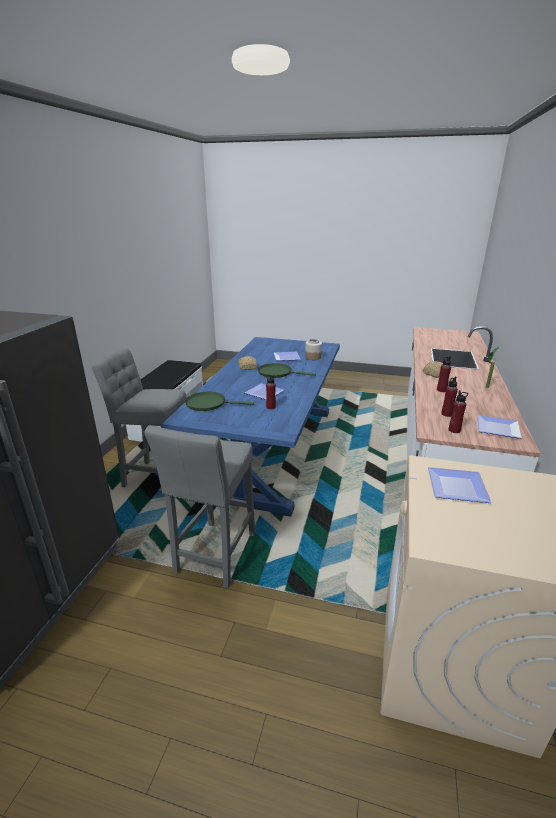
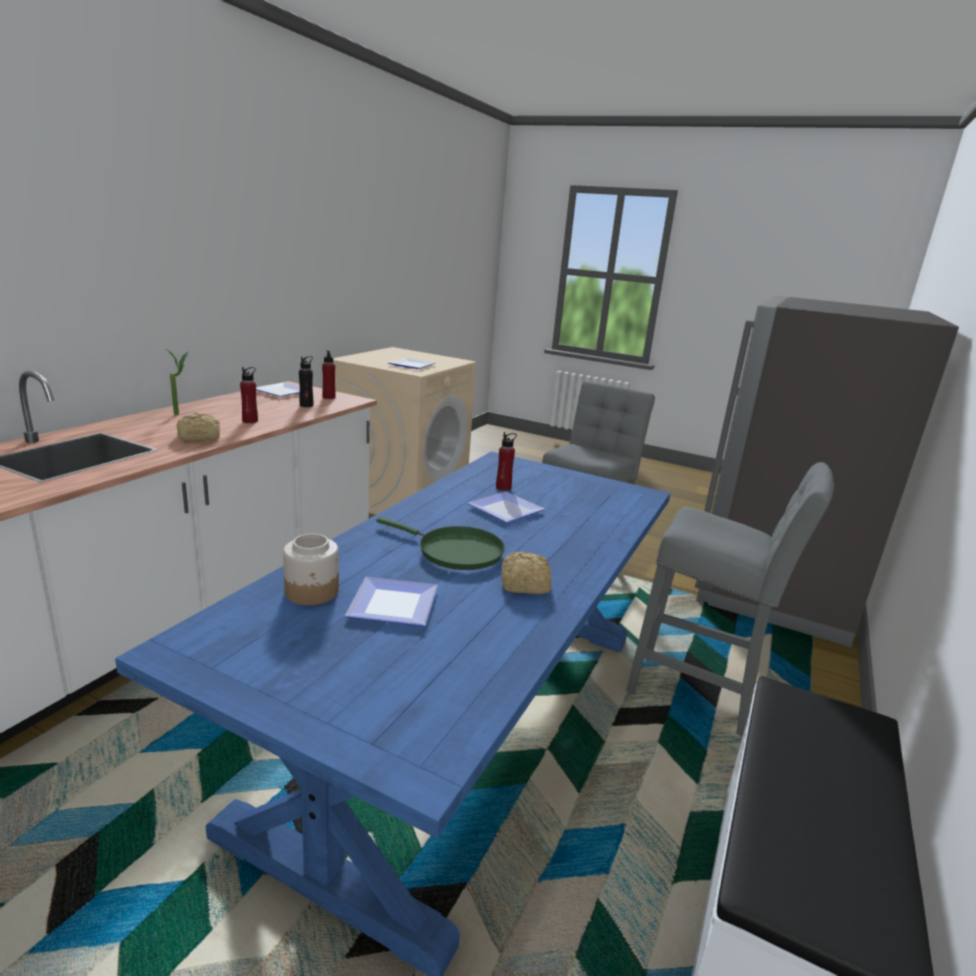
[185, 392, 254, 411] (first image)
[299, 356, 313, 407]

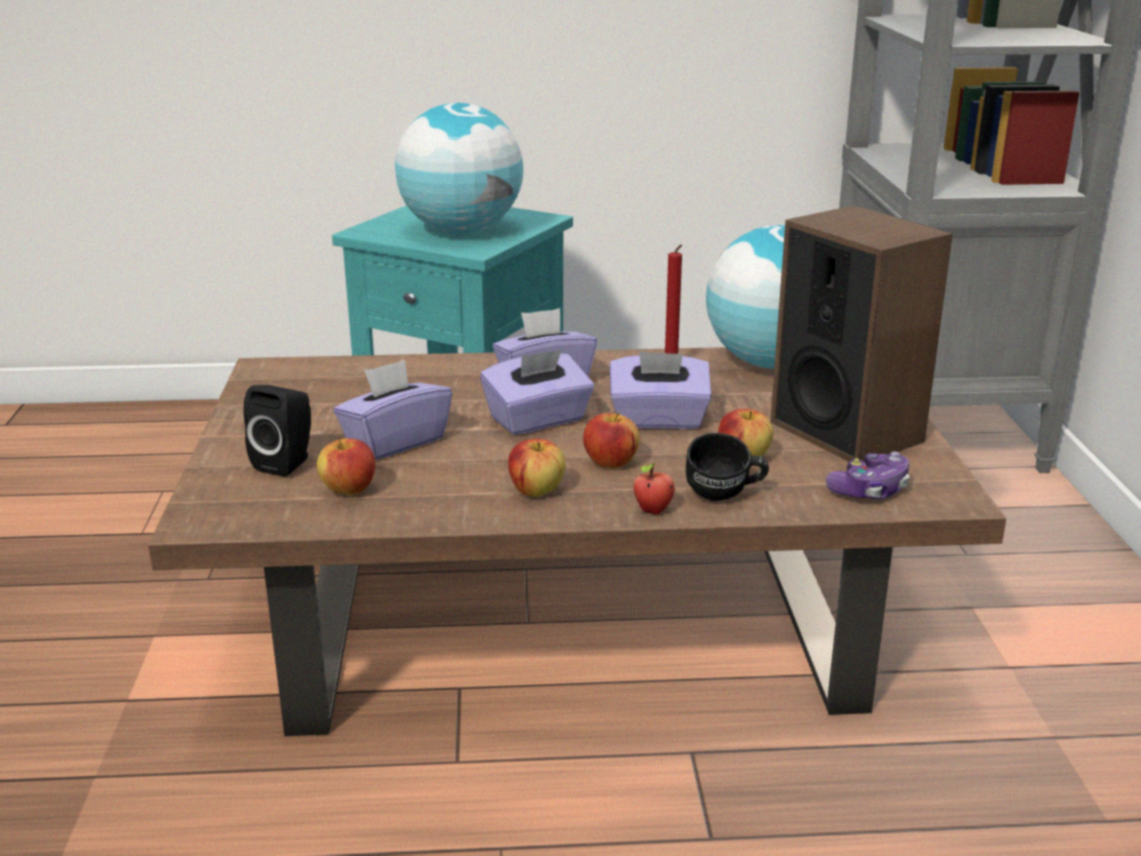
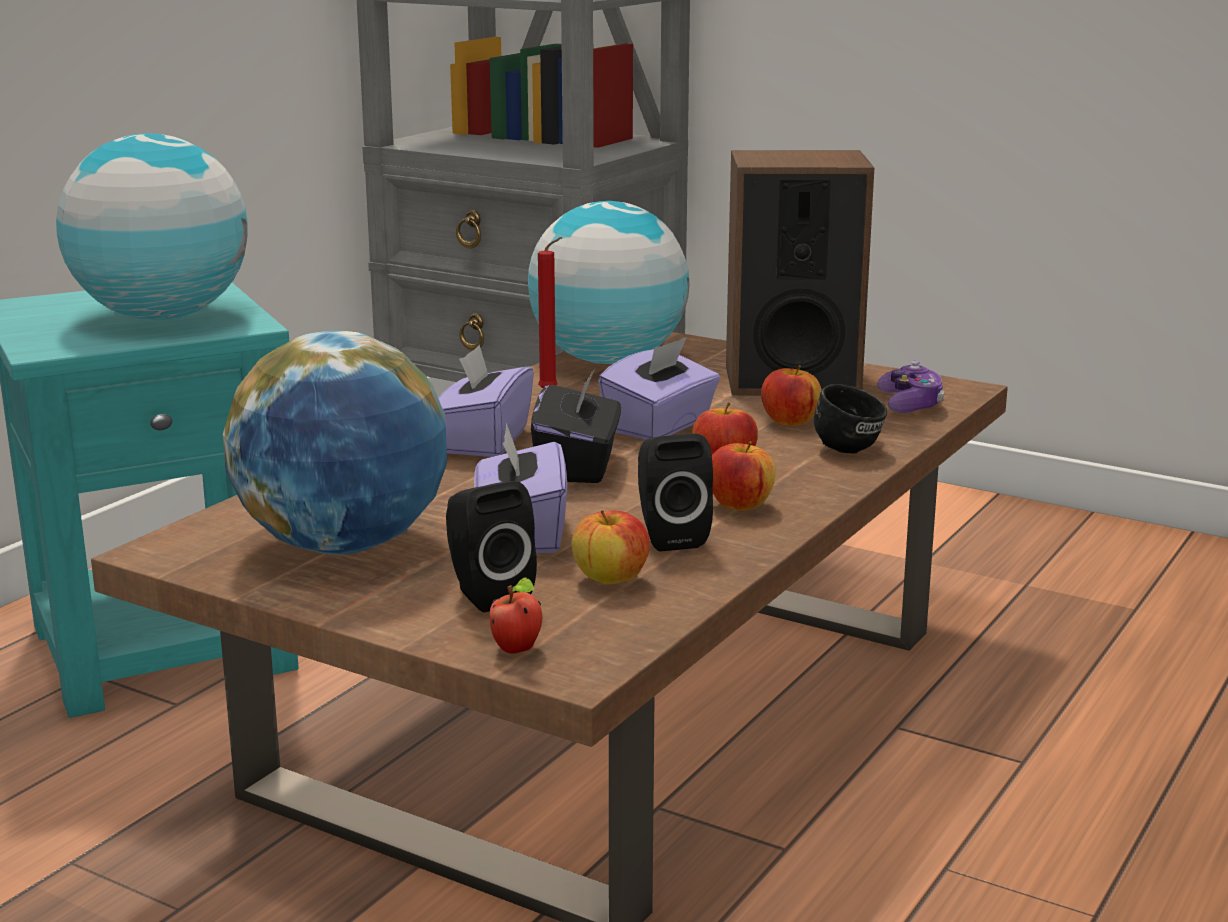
[531, 369, 621, 483]
[490, 577, 542, 654]
[223, 331, 447, 555]
[638, 434, 713, 552]

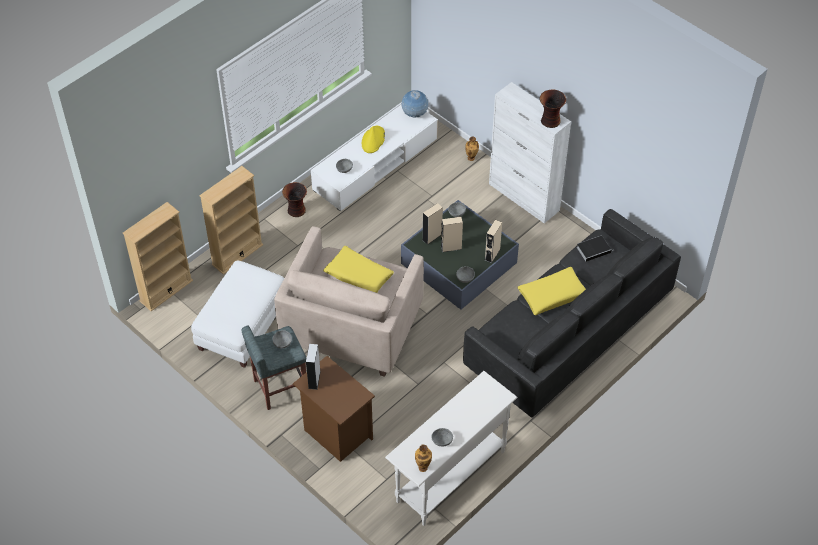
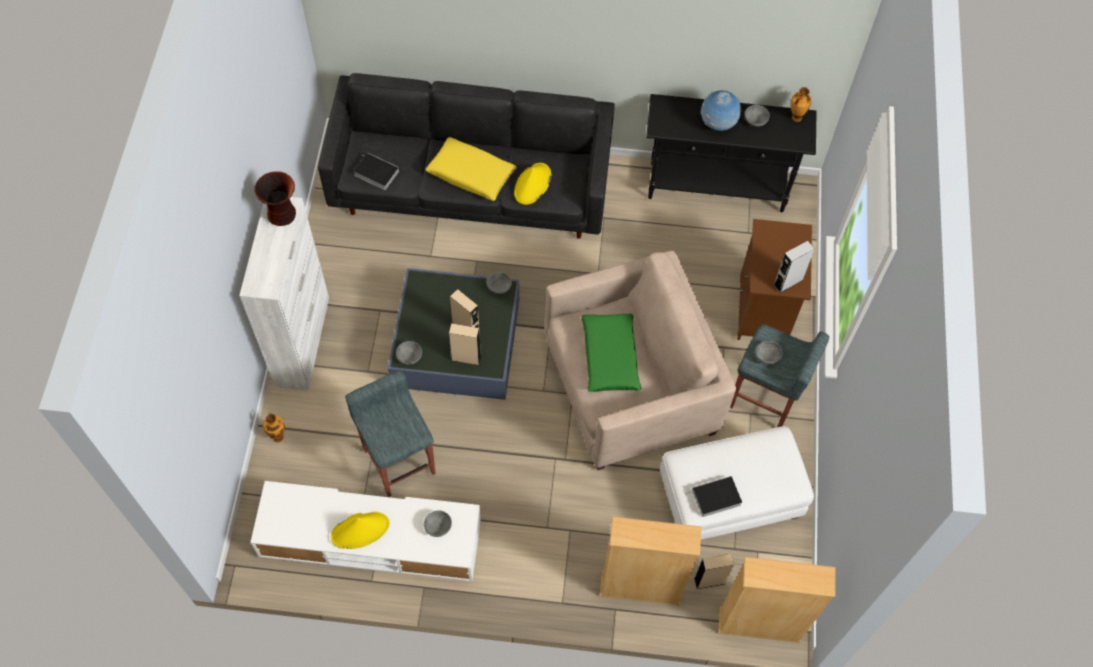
[282, 182, 307, 217] (first image)
[581, 313, 641, 392]
[646, 94, 816, 213]
[701, 90, 742, 131]
[694, 554, 734, 589]
[345, 370, 436, 497]
[514, 163, 551, 205]
[685, 476, 742, 517]

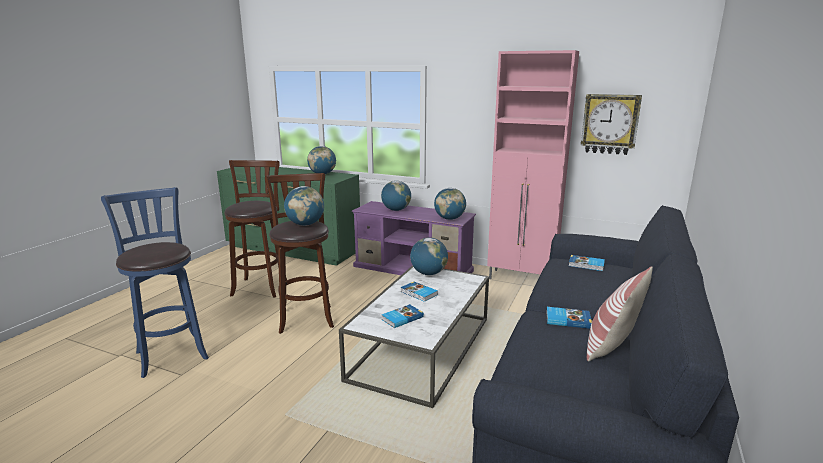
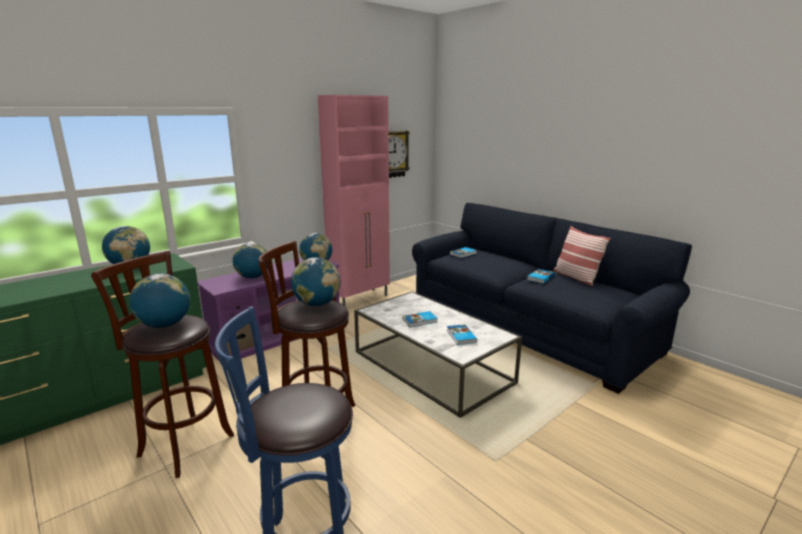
[129, 273, 190, 328]

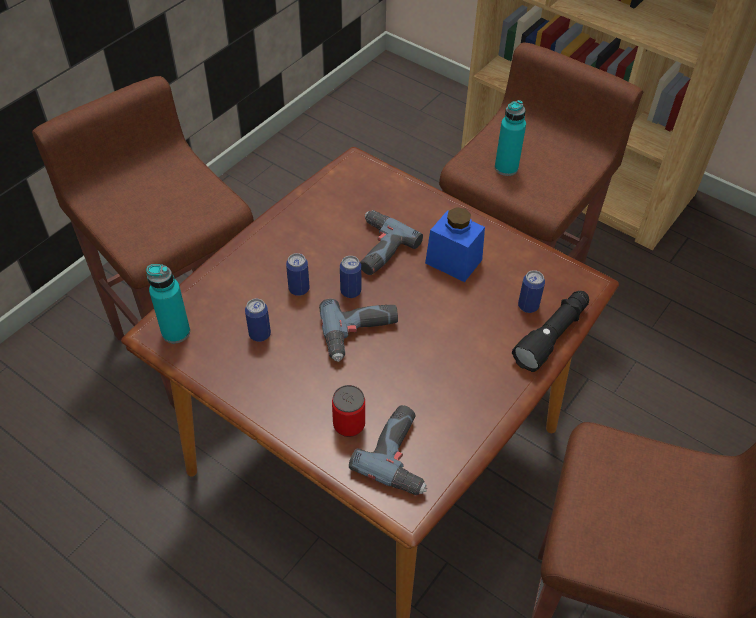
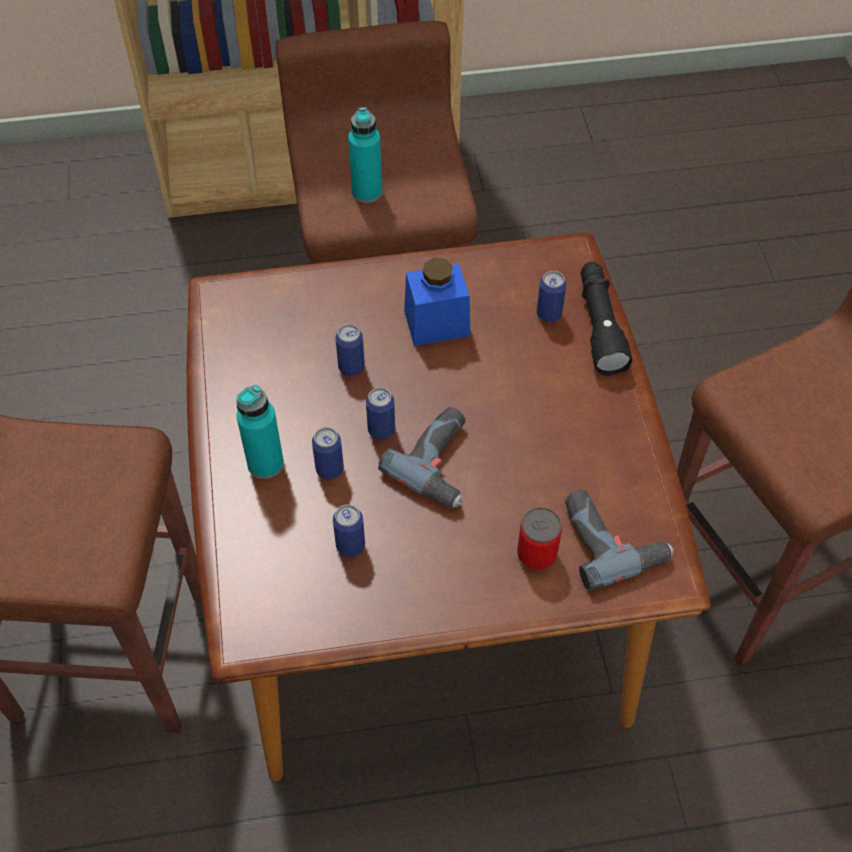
[236, 385, 284, 479]
[335, 324, 365, 376]

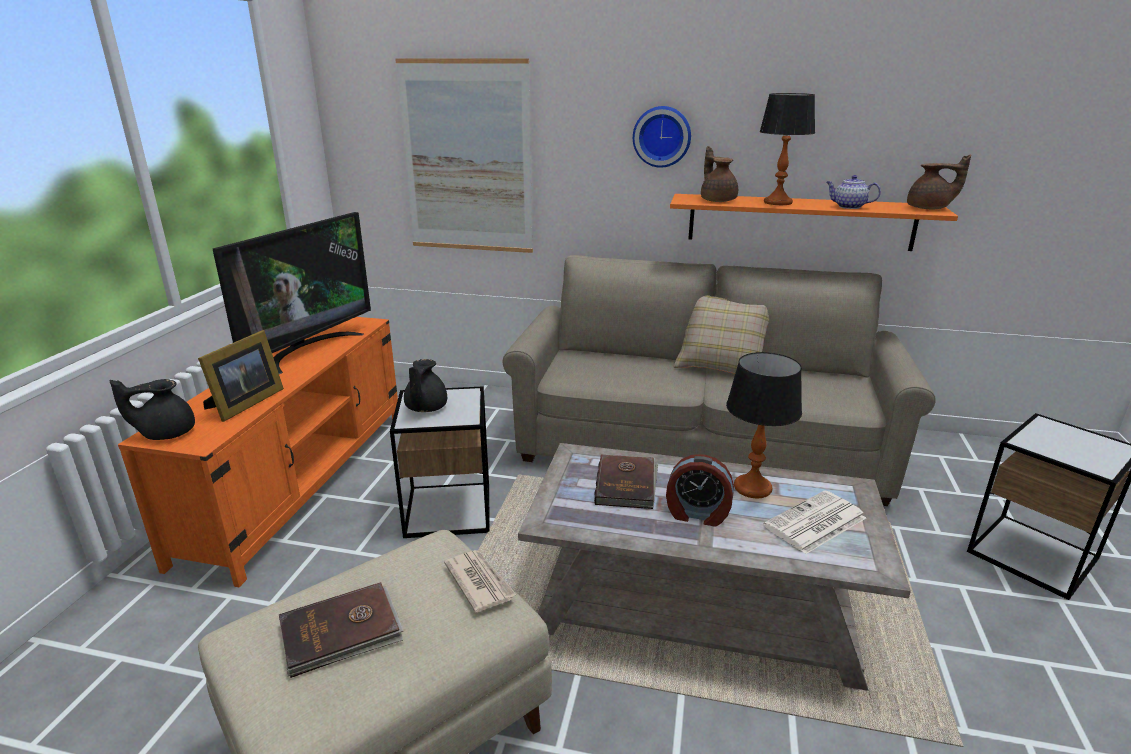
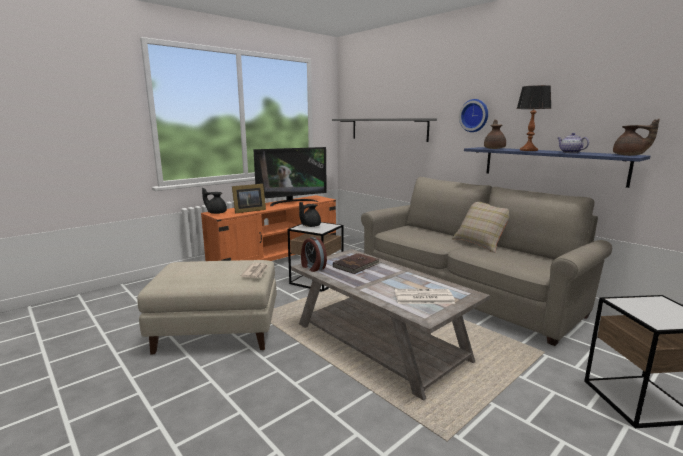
[279, 582, 403, 678] (first image)
[332, 118, 437, 142]
[301, 237, 327, 272]
[464, 147, 650, 188]
[726, 352, 802, 498] (first image)

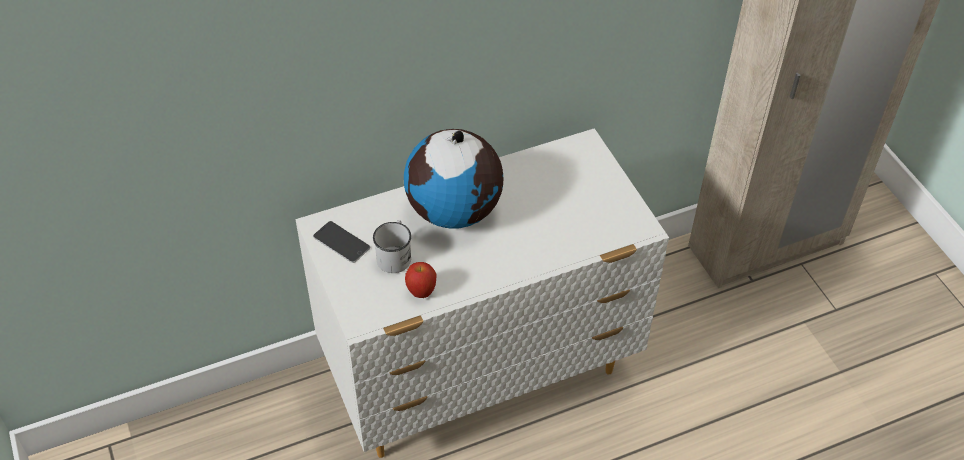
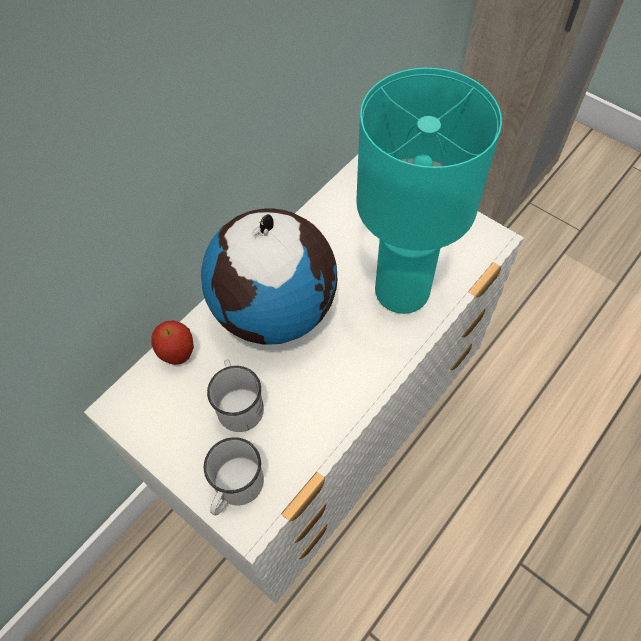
[313, 221, 370, 263] (first image)
[151, 321, 194, 365]
[204, 437, 264, 516]
[356, 68, 502, 314]

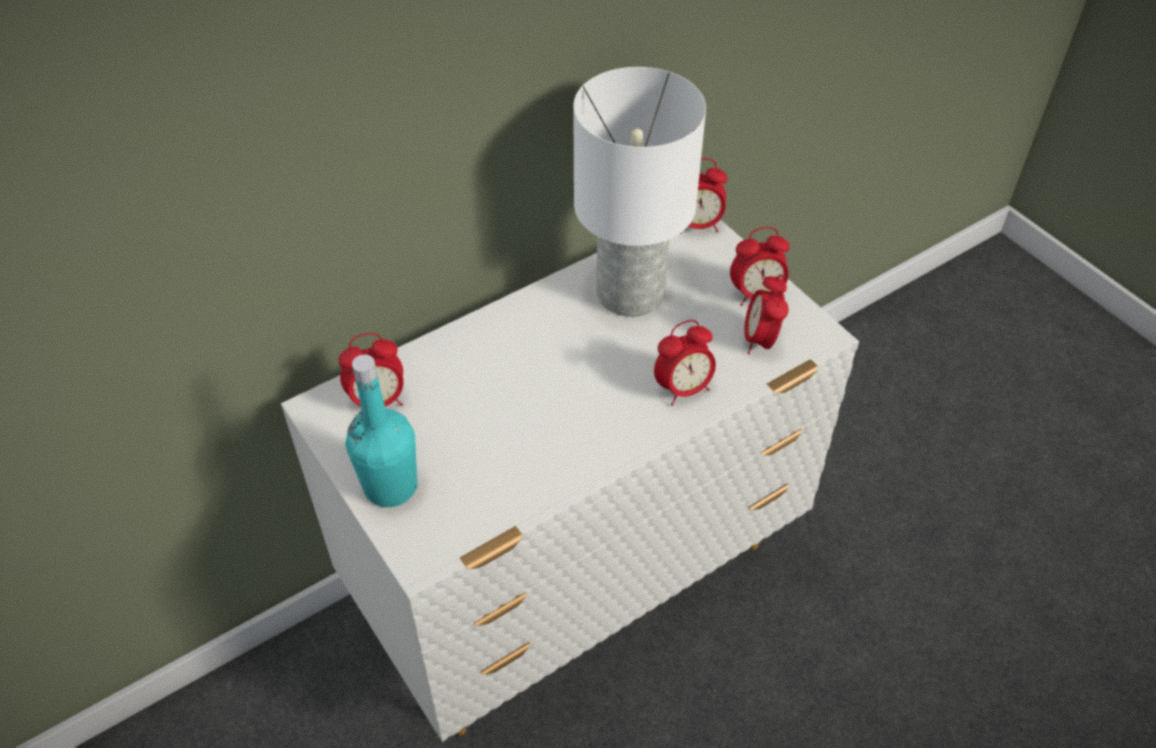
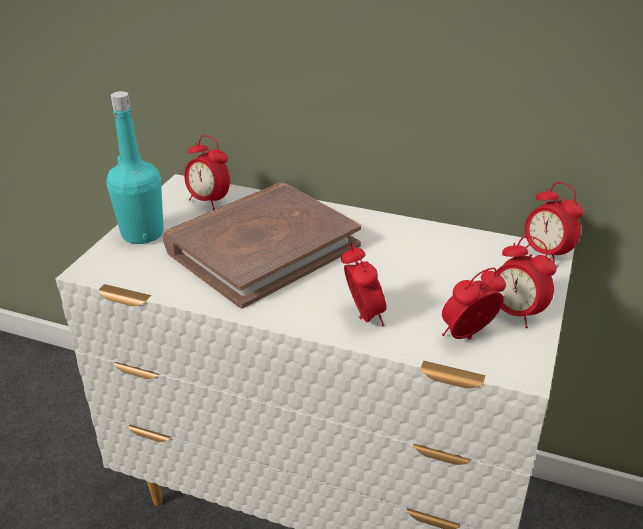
[573, 67, 706, 317] (first image)
[341, 243, 387, 326]
[163, 183, 361, 309]

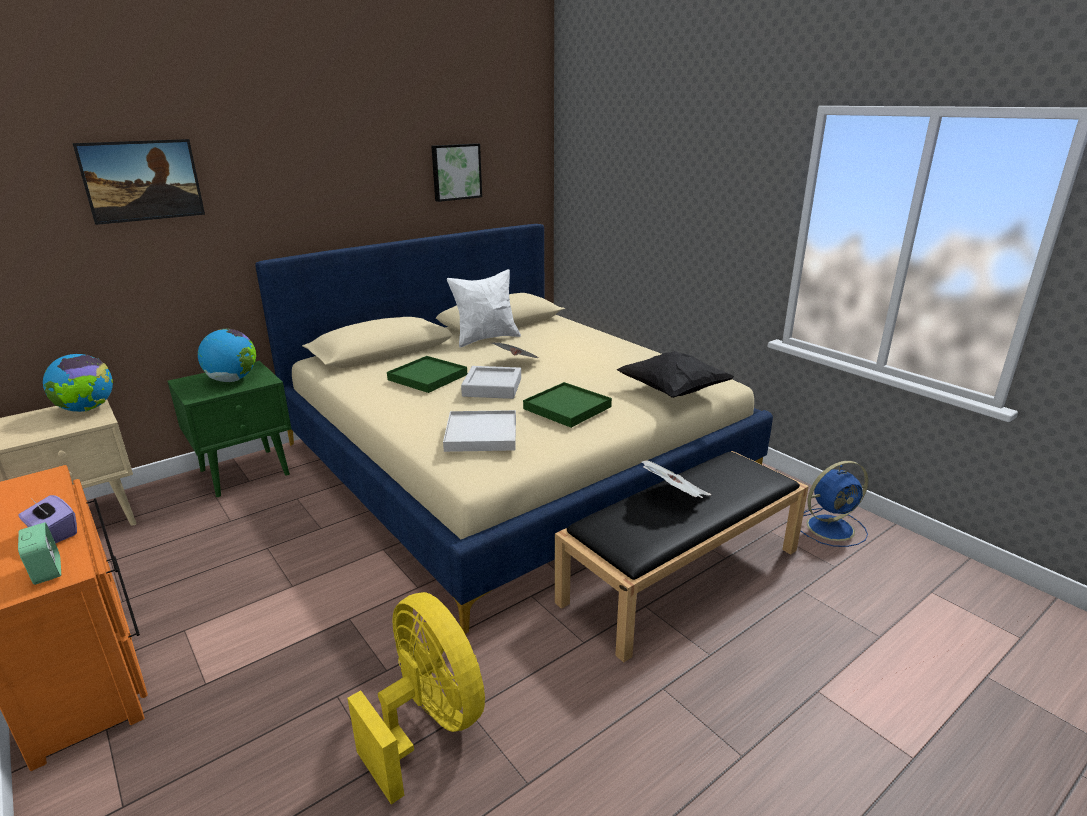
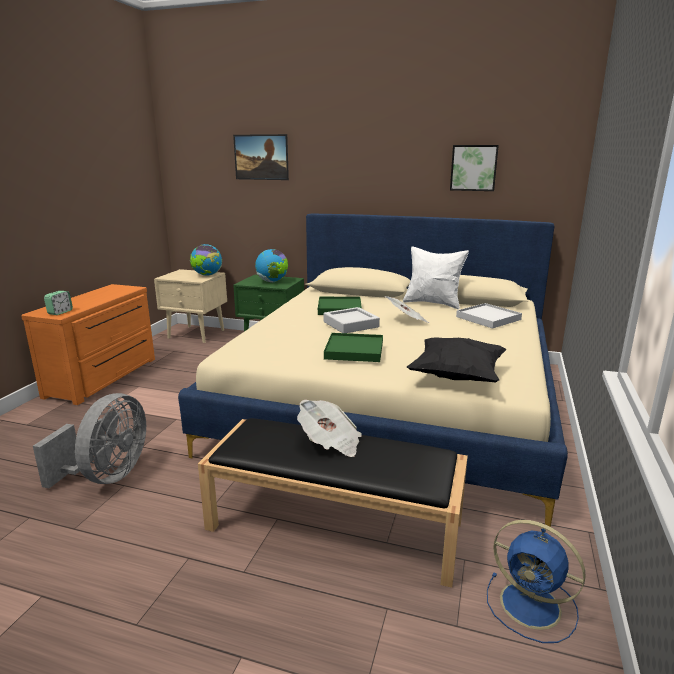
[18, 495, 77, 544] (first image)
[33, 393, 146, 488]
[456, 303, 522, 329]

